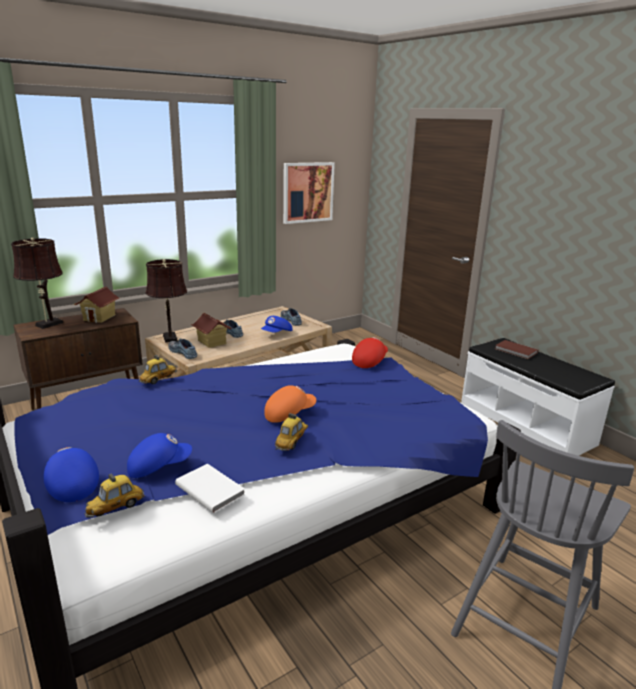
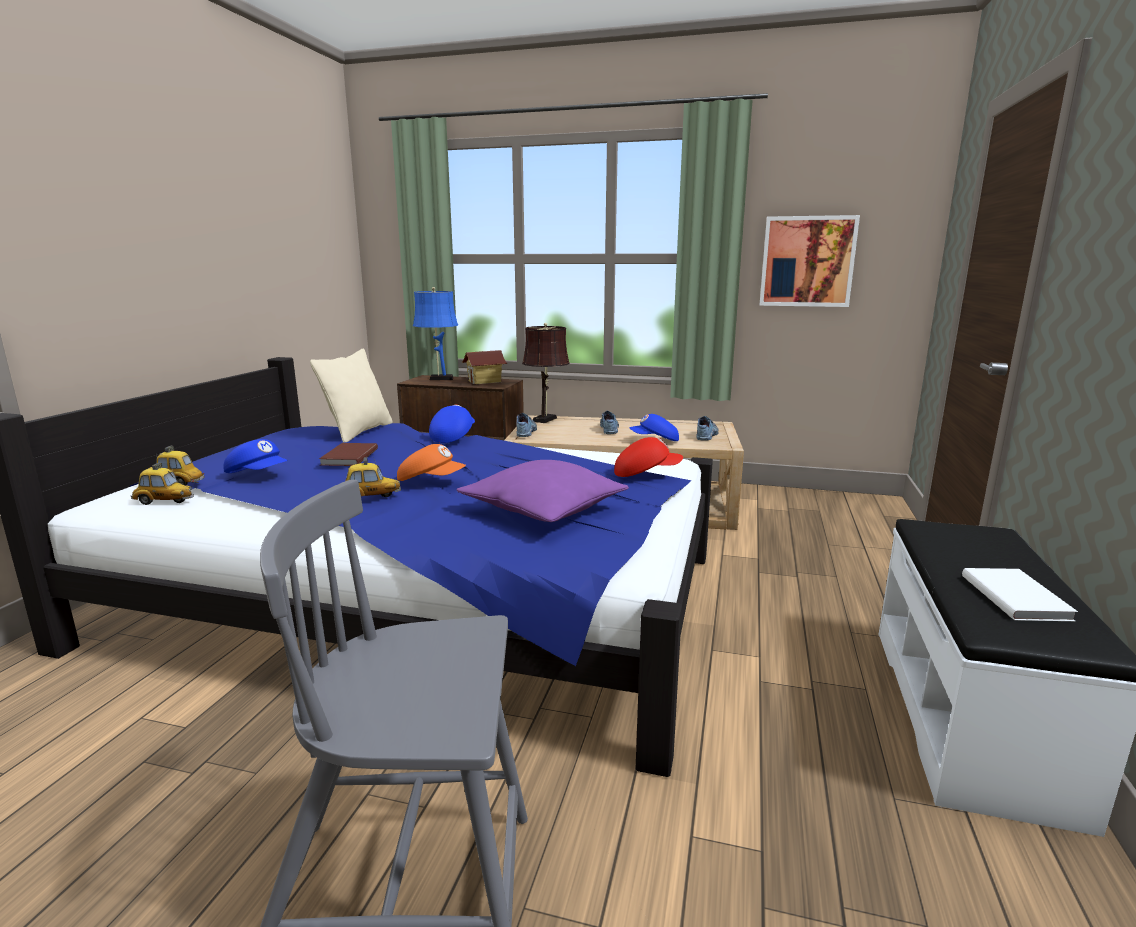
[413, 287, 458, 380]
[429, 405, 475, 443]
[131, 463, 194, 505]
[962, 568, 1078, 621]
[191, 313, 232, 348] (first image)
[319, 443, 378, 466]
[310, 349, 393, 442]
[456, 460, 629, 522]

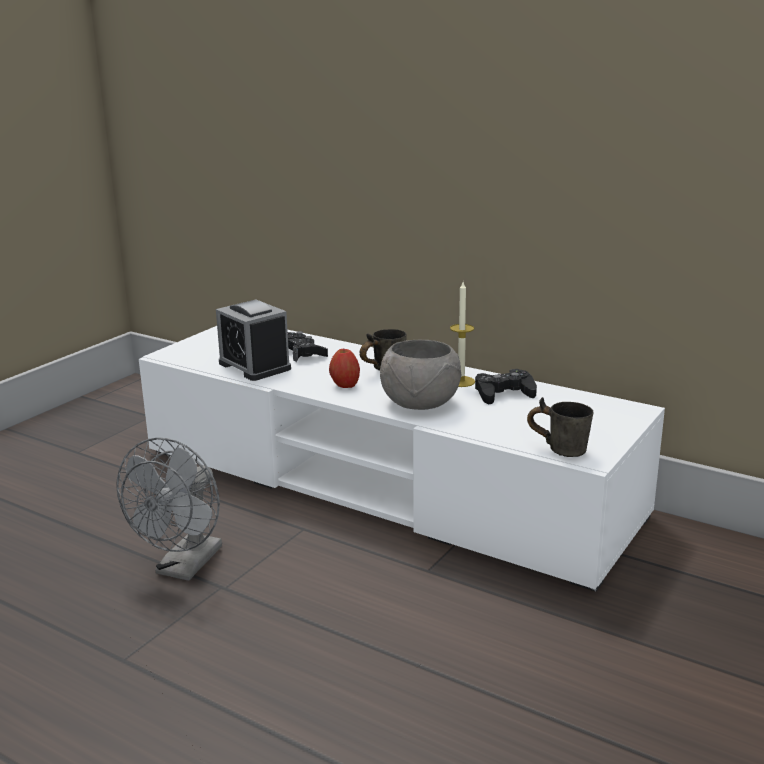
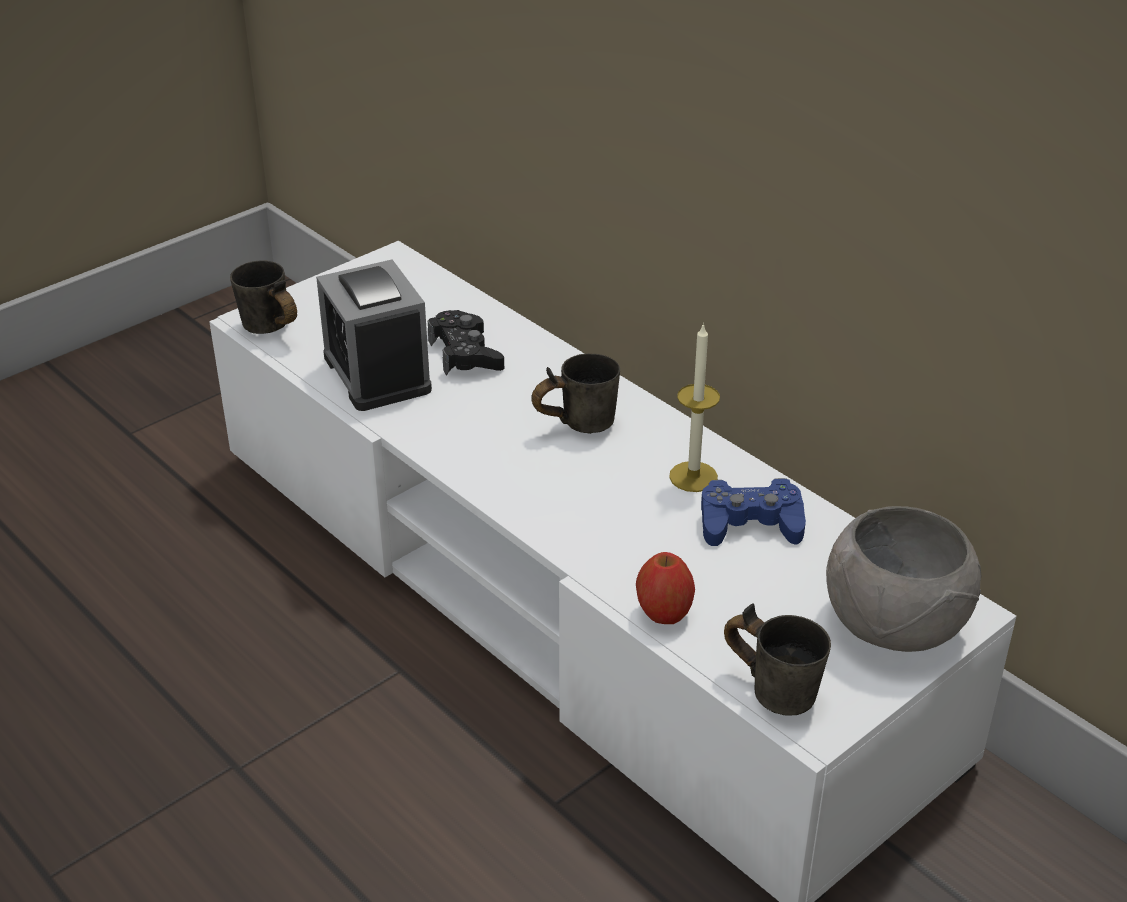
[116, 438, 222, 581] (first image)
[636, 552, 695, 624]
[826, 506, 981, 652]
[701, 478, 806, 546]
[230, 260, 297, 334]

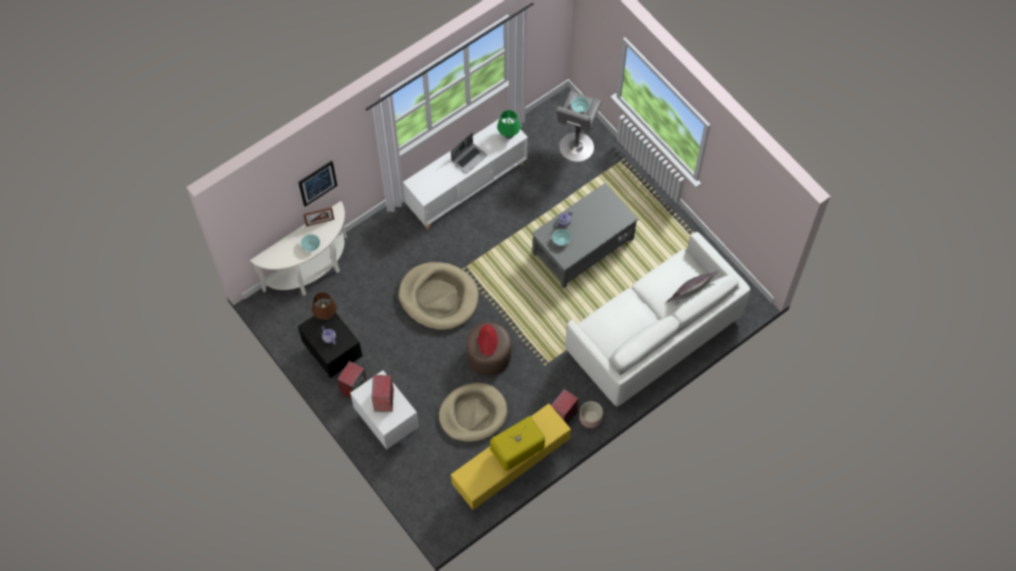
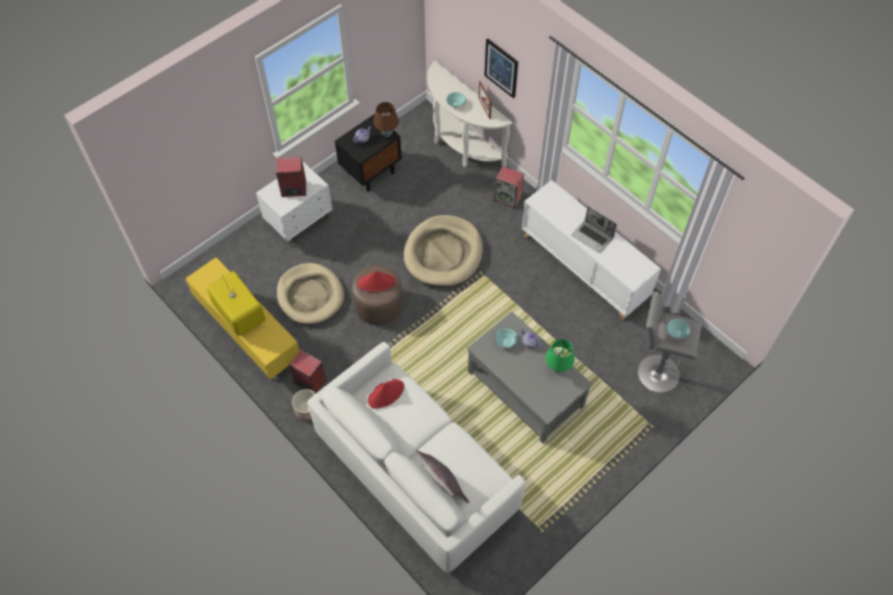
[494, 166, 524, 209]
[546, 339, 575, 372]
[368, 379, 404, 409]

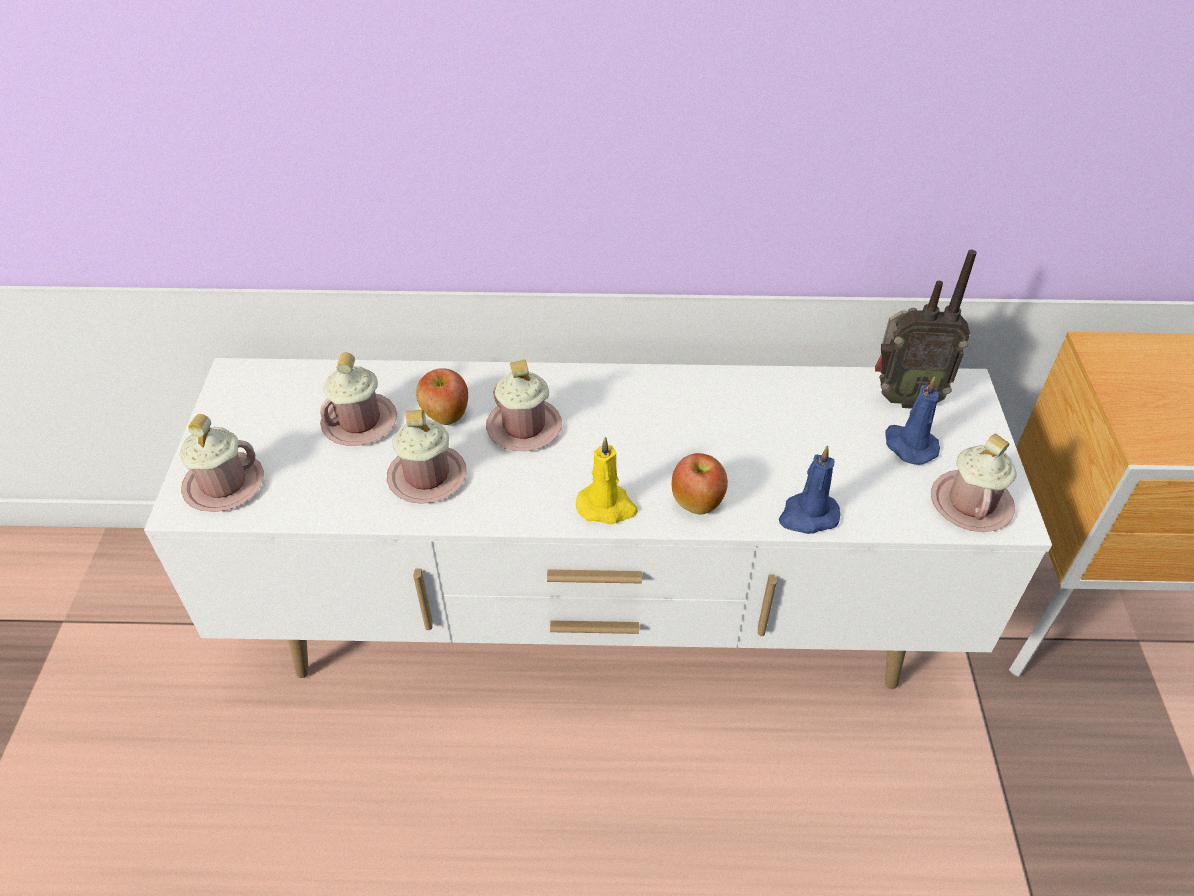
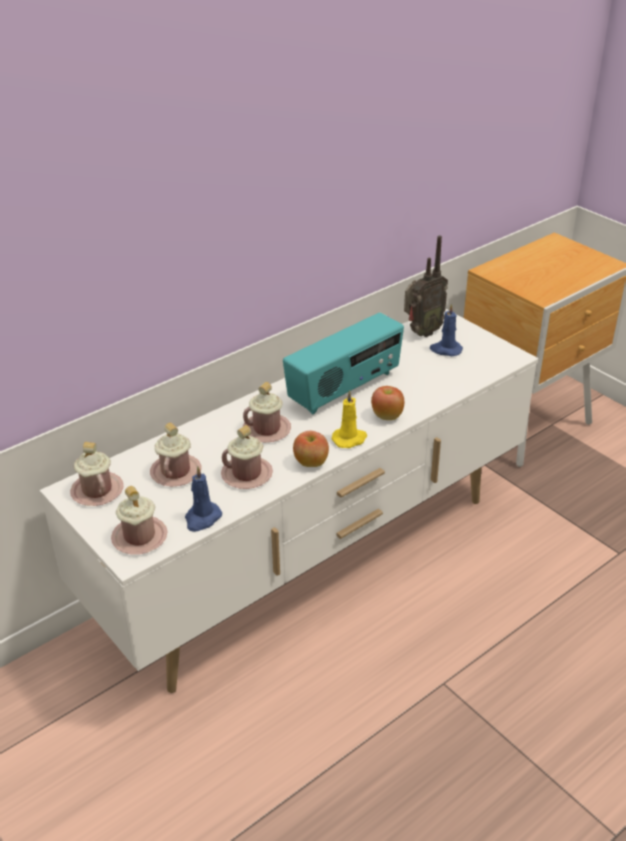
[293, 431, 329, 467]
[185, 466, 222, 532]
[70, 442, 124, 506]
[283, 313, 404, 414]

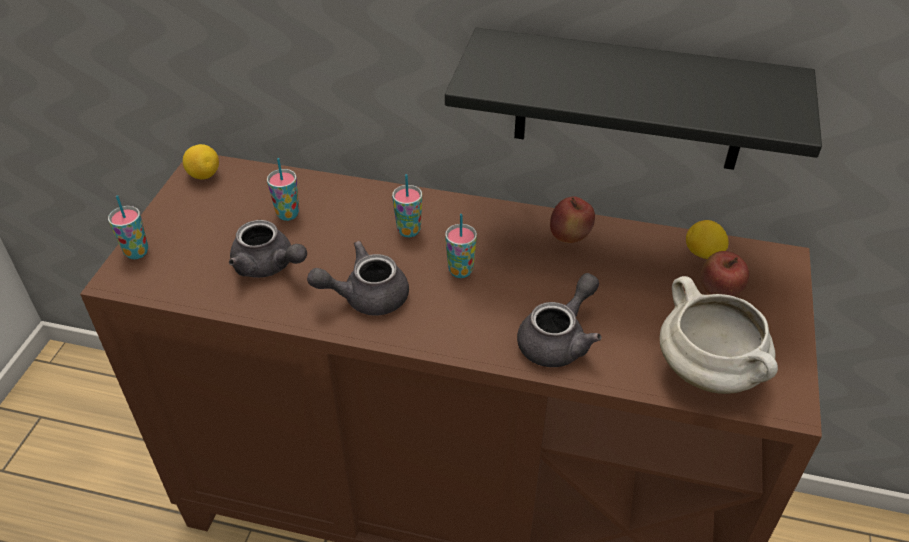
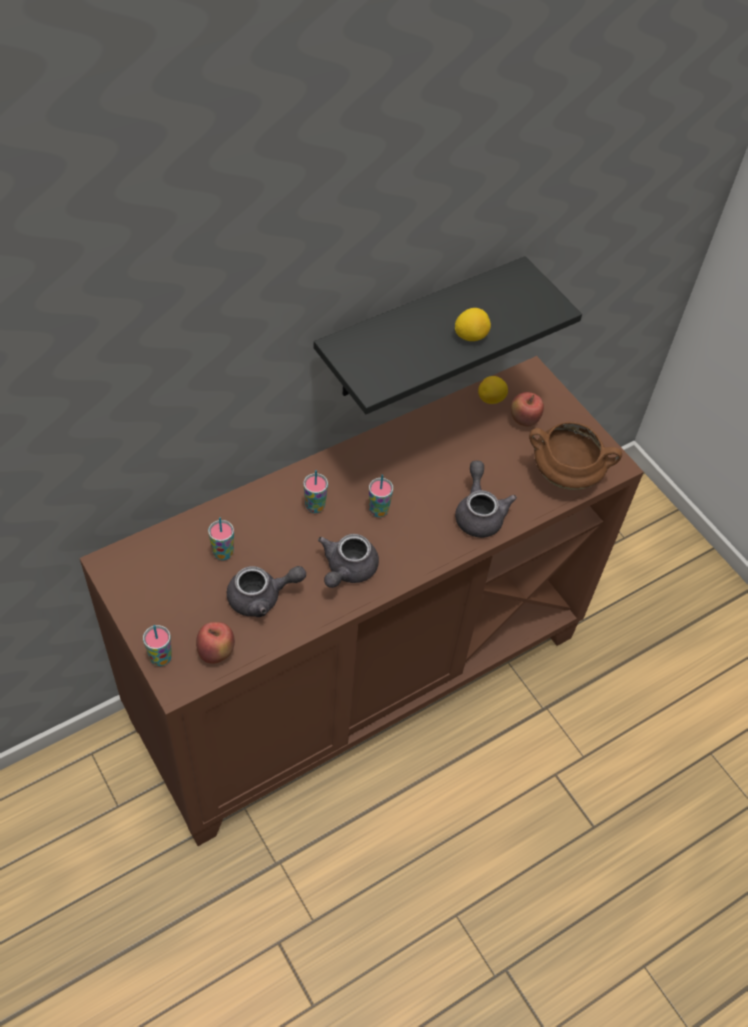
[455, 308, 491, 341]
[196, 622, 235, 664]
[529, 422, 622, 490]

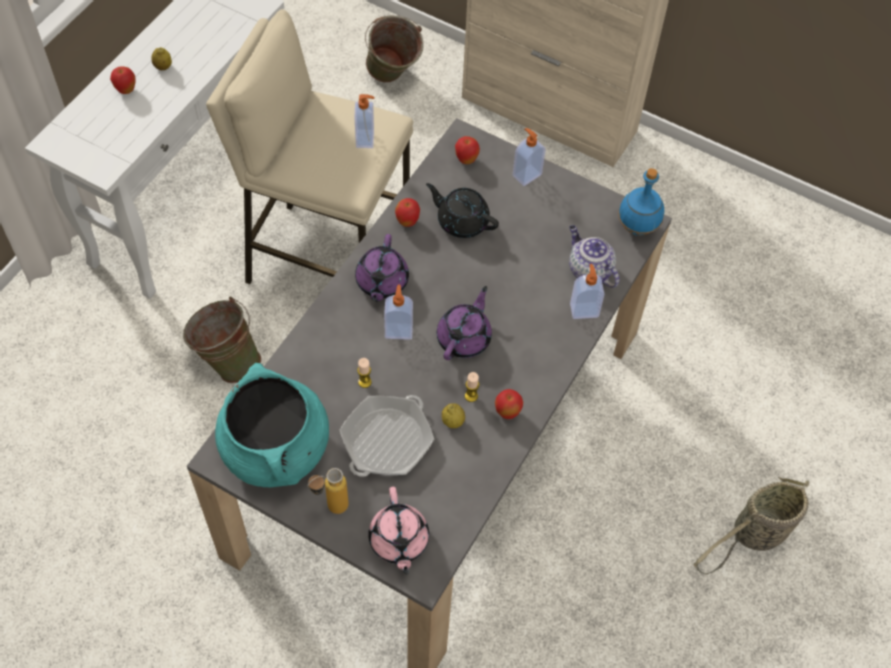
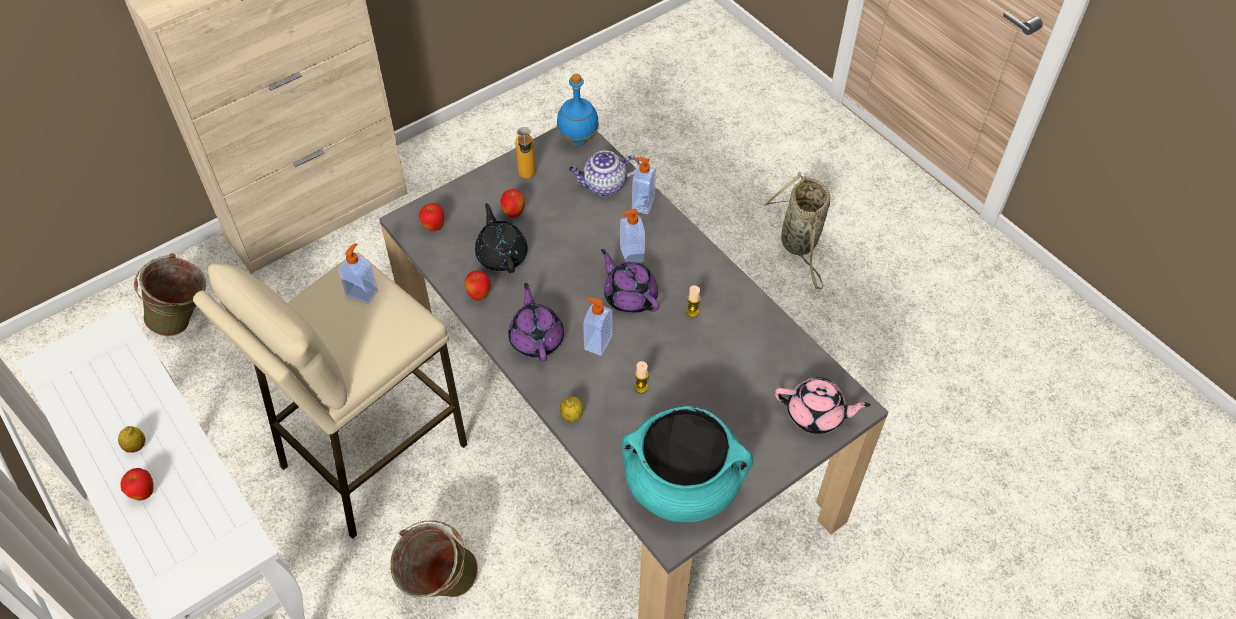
[515, 127, 536, 179]
[340, 395, 434, 477] (first image)
[508, 283, 564, 362]
[475, 203, 528, 273]
[560, 396, 583, 422]
[500, 189, 525, 218]
[620, 209, 645, 263]

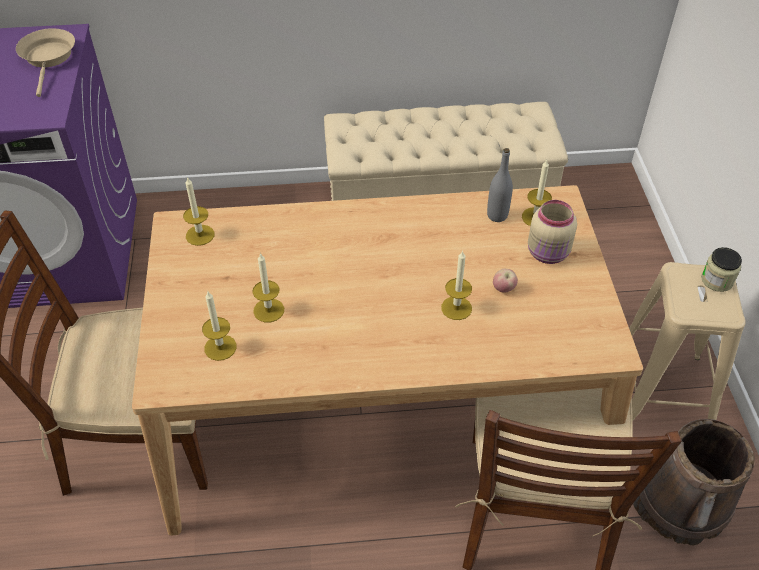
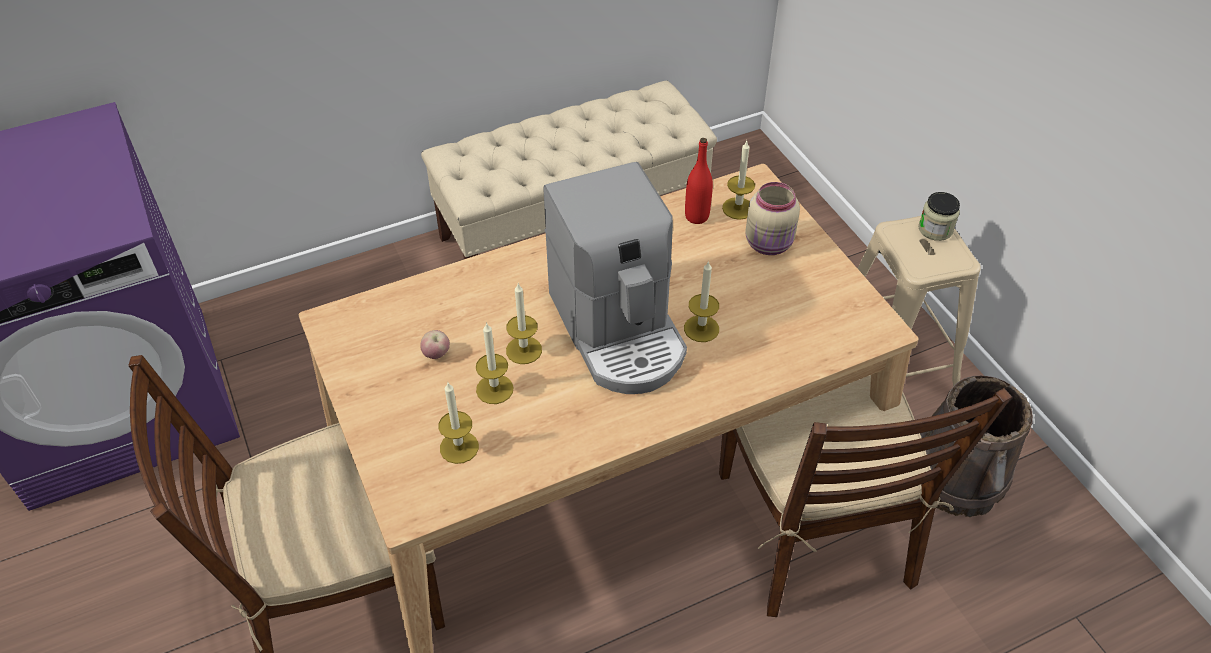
[16, 28, 75, 97] (first image)
[506, 284, 542, 364]
[685, 138, 713, 224]
[420, 330, 450, 359]
[544, 162, 687, 394]

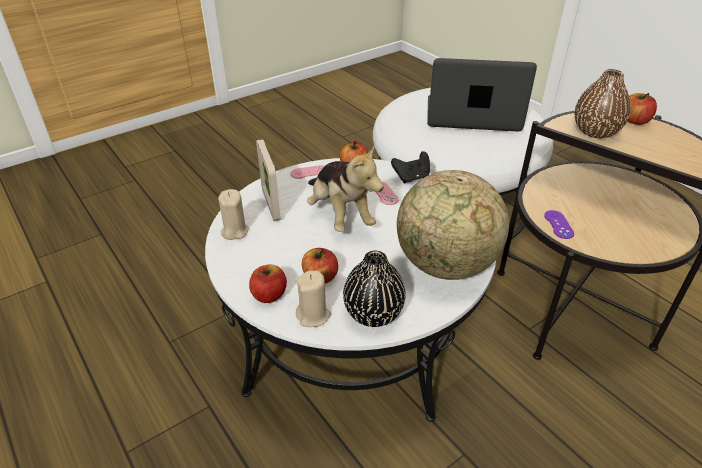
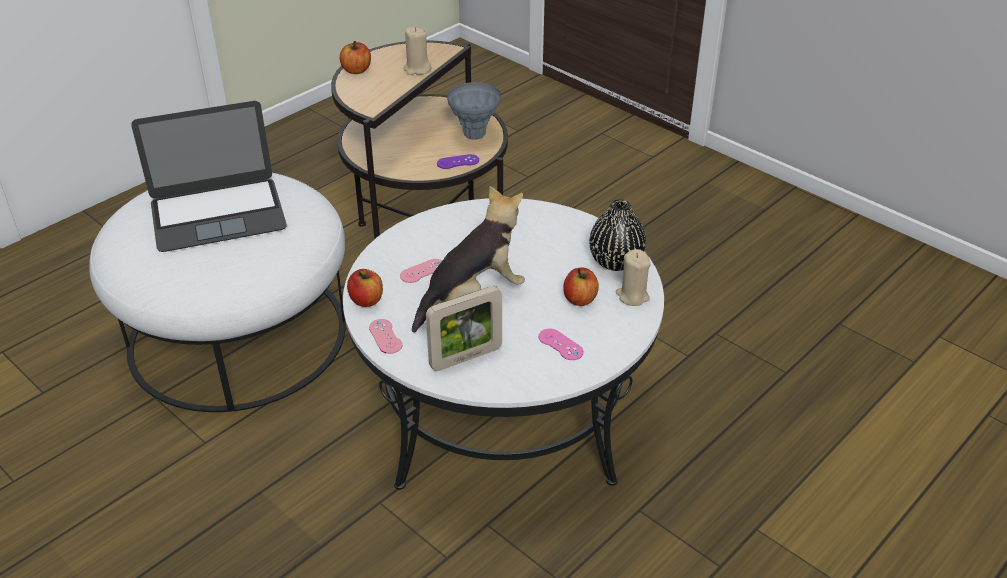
[403, 27, 432, 75]
[249, 265, 287, 303] (first image)
[391, 151, 430, 183] (first image)
[397, 170, 509, 280] (first image)
[131, 101, 287, 252]
[575, 69, 631, 138] (first image)
[447, 82, 501, 140]
[538, 329, 584, 360]

